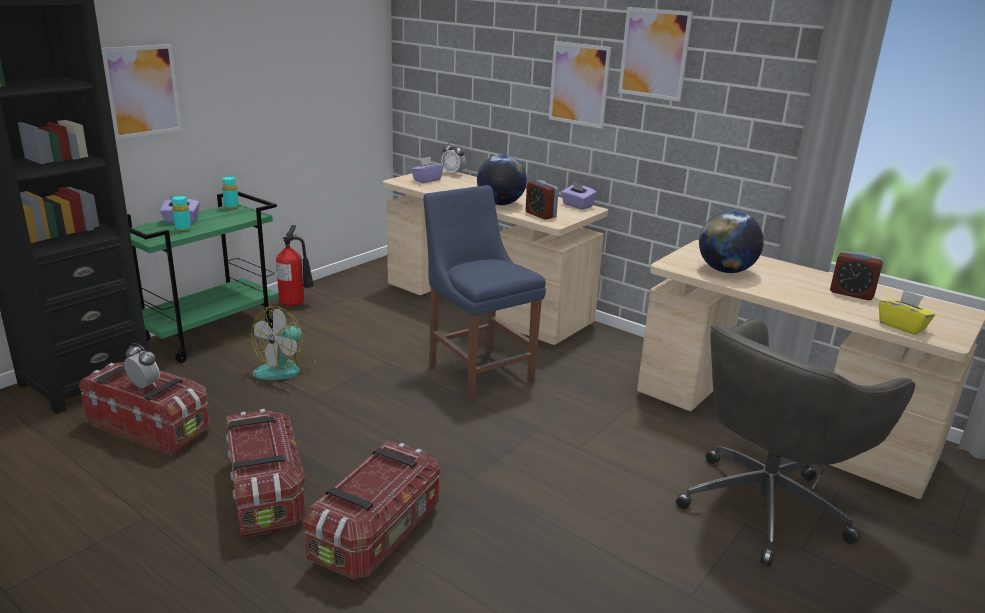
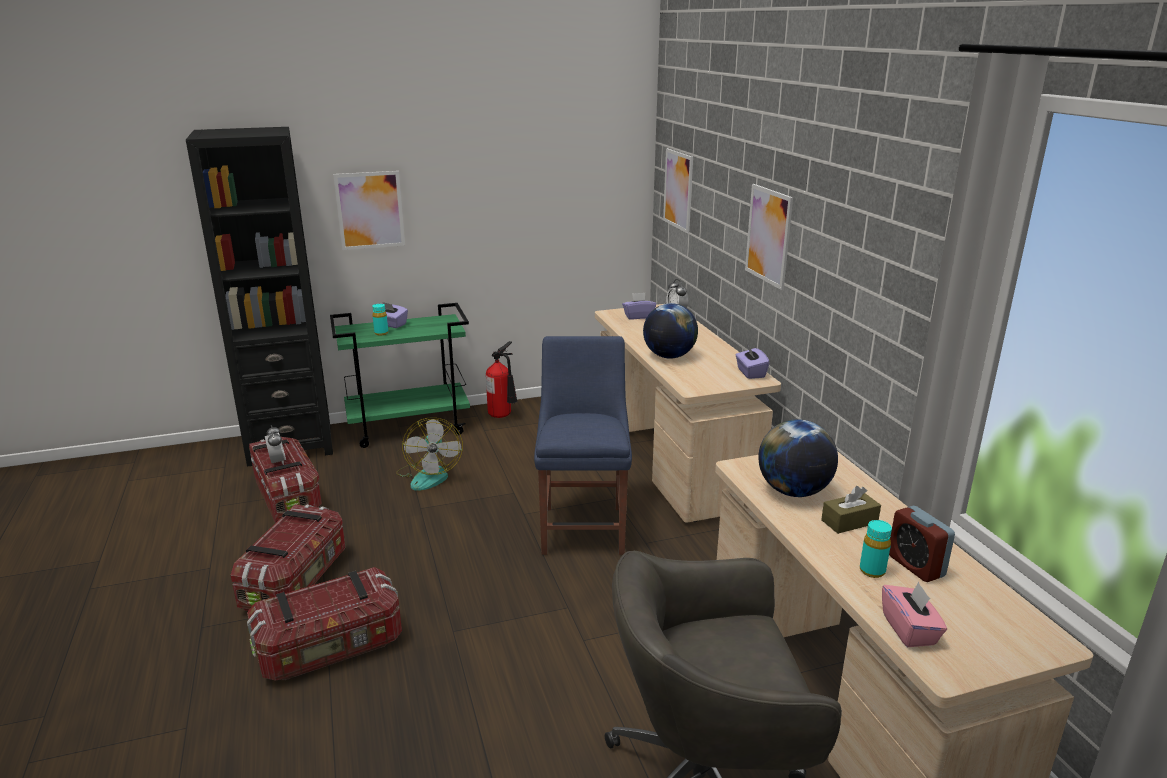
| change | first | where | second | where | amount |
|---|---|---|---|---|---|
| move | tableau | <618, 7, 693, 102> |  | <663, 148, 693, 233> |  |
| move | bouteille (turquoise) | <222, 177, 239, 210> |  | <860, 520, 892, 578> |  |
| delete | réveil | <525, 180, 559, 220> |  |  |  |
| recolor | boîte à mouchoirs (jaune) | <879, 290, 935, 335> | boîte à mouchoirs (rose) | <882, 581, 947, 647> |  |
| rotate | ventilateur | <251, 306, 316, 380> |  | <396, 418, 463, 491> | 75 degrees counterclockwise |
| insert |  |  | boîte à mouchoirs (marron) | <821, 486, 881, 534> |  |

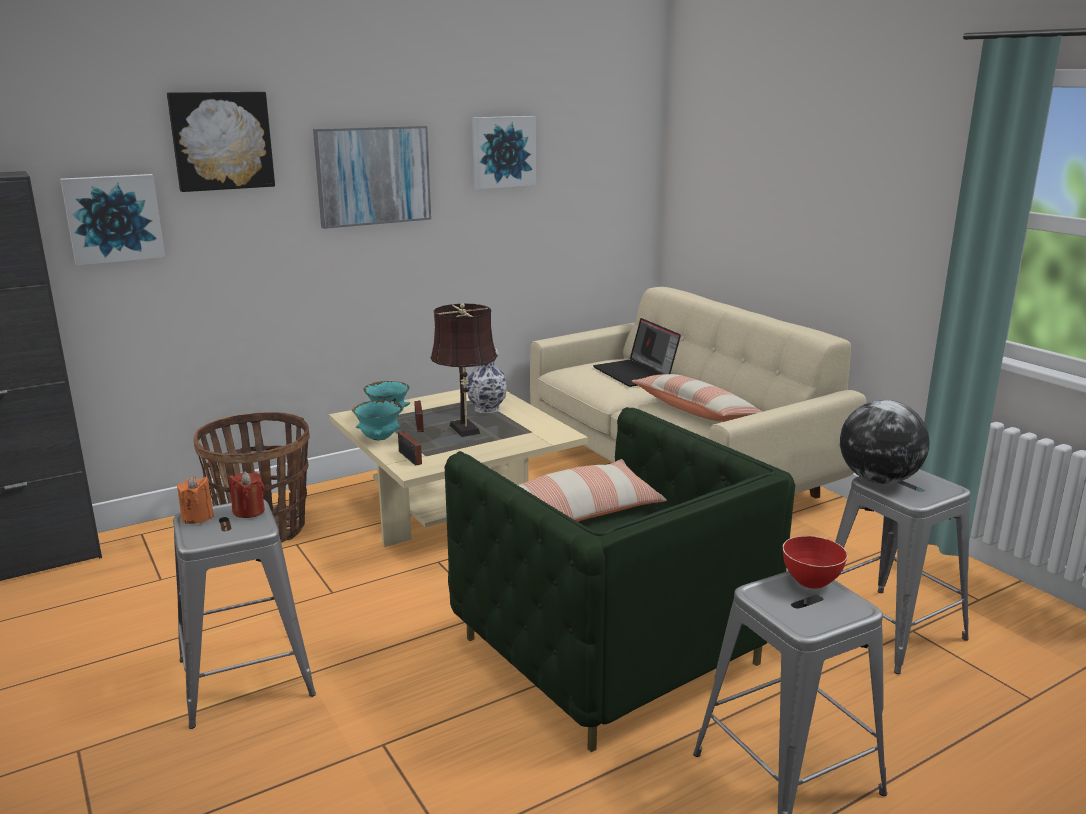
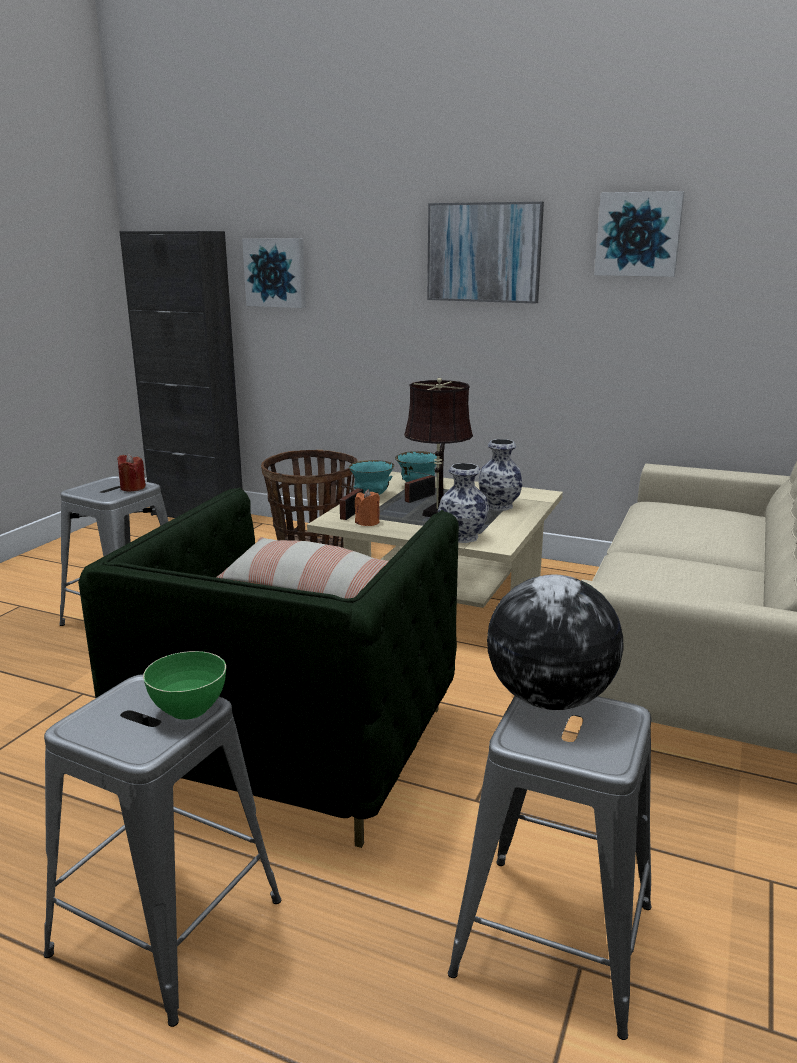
| change | first | where | second | where | amount |
|---|---|---|---|---|---|
| delete | tableau | <167, 92, 275, 192> |  |  |  |
| delete | ordinateur portable | <593, 318, 681, 387> |  |  |  |
| delete | coussin | <631, 374, 763, 422> |  |  |  |
| move | bougie (orange) | <177, 476, 214, 524> |  | <355, 489, 380, 526> |  |
| recolor | bol (rouge) | <783, 536, 848, 589> | bol (vert) | <143, 651, 226, 720> |  |
| insert |  |  | vase | <438, 463, 489, 543> |  |

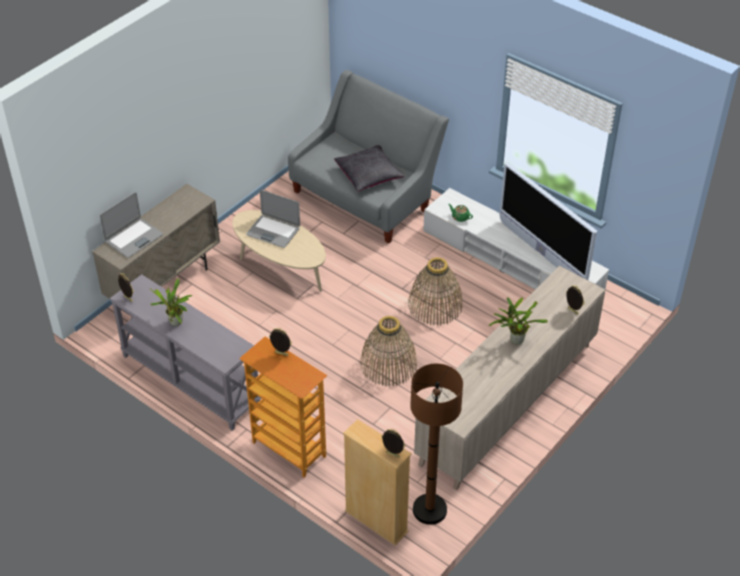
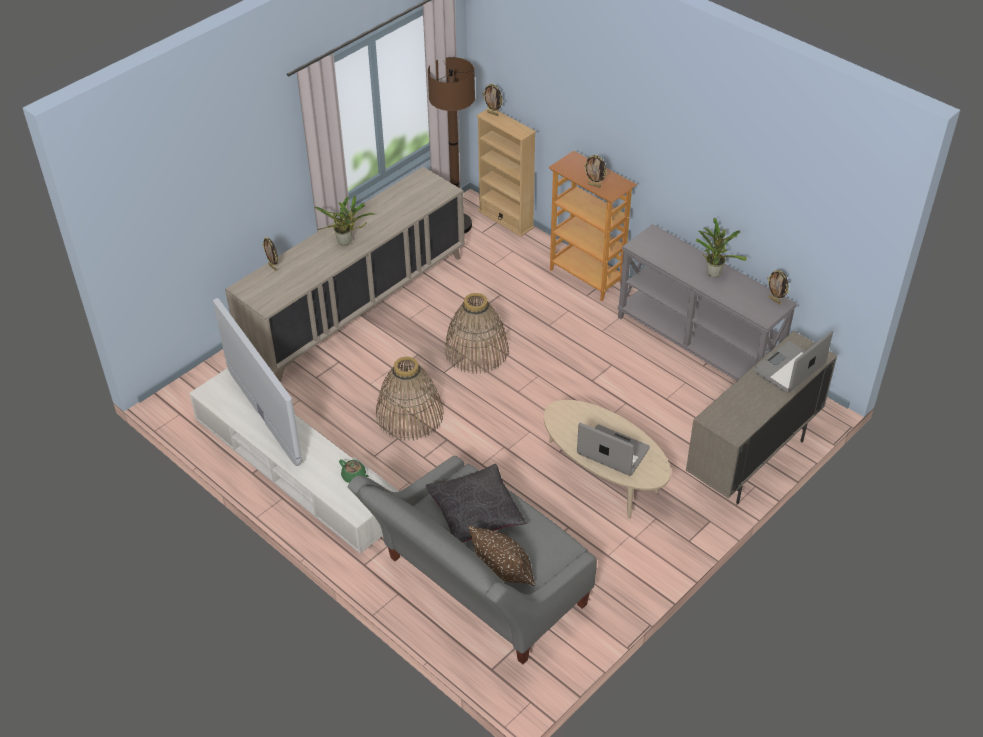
| change | first | where | second | where | amount |
|---|---|---|---|---|---|
| insert |  |  | coussin (marron) | <469, 525, 536, 586> |  |

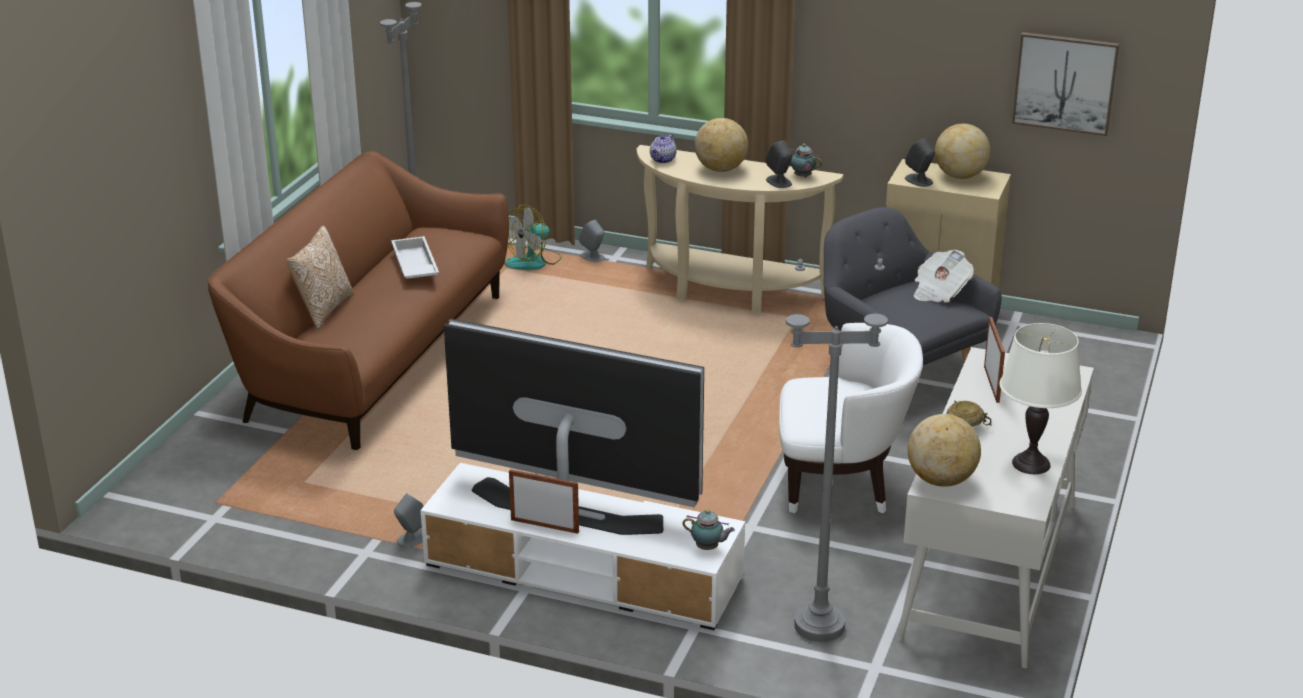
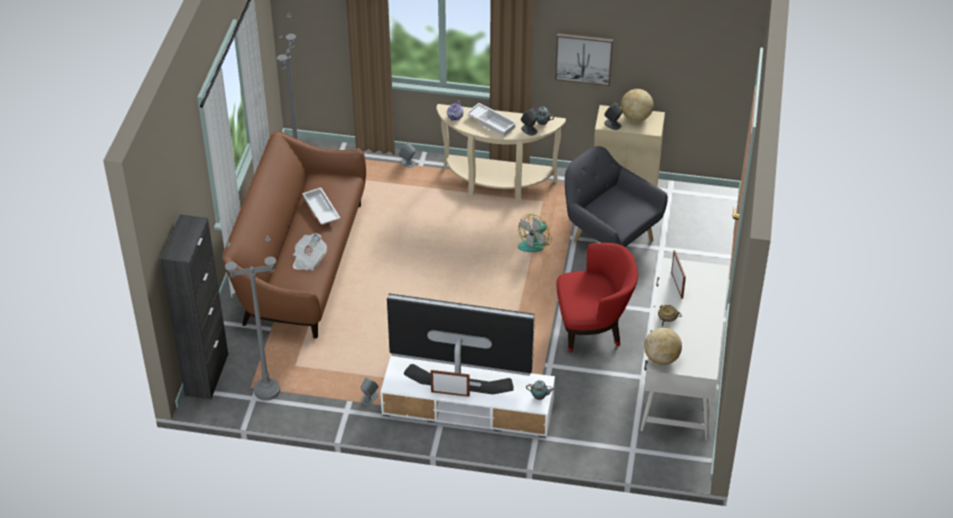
| change | first | where | second | where | amount |
|---|---|---|---|---|---|
| move | tableau | <1012, 32, 1119, 136> |  | <555, 33, 613, 86> |  |
| replace | globe | <695, 118, 748, 172> | plateau (blanc) | <466, 103, 517, 136> |  |
| move | ventilateur | <504, 204, 562, 270> |  | <518, 214, 552, 252> |  |
| delete | coussin | <287, 225, 353, 329> |  |  |  |
| move | journal | <914, 250, 974, 303> |  | <293, 233, 327, 271> |  |
| move | lampadaire (gris) | <786, 258, 888, 642> |  | <225, 236, 280, 401> |  |
| recolor | fauteuil (blanc) | <779, 323, 923, 513> | fauteuil (rouge) | <556, 243, 638, 353> |  |
| delete | lampe de table (blanc) | <999, 323, 1082, 474> |  |  |  |
| insert |  |  | meuble de rangement (noir) | <160, 215, 228, 399> |  |

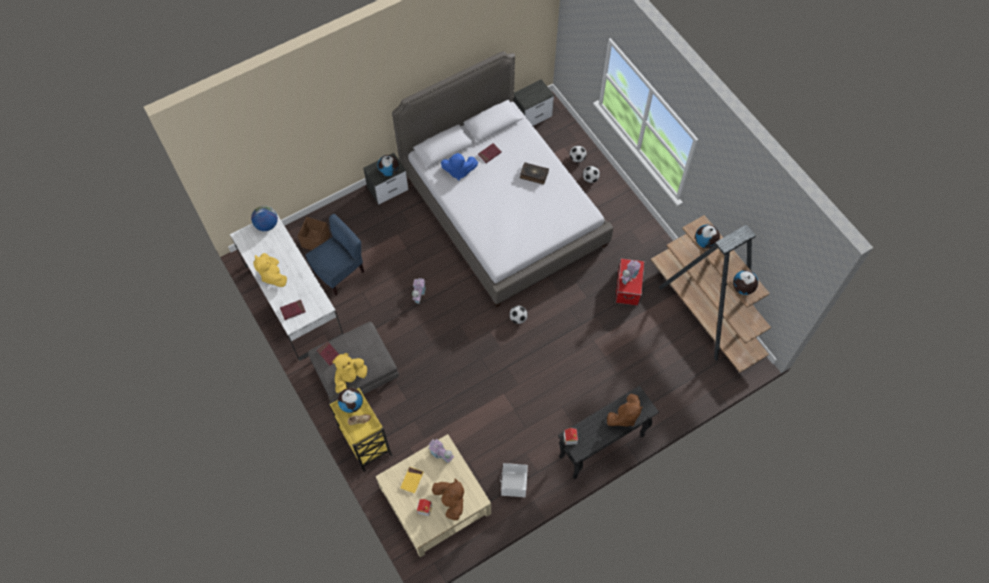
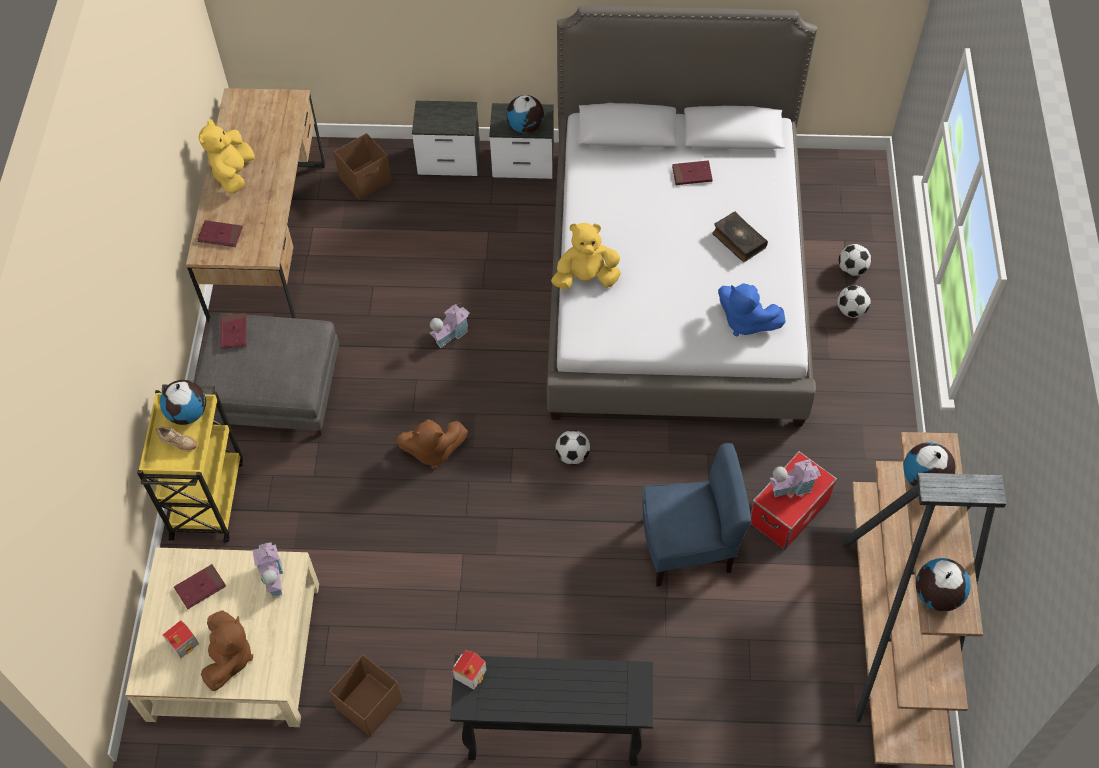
| change | first | where | second | where | amount |
|---|---|---|---|---|---|
| move | table de chevet | <514, 79, 554, 126> |  | <412, 101, 480, 176> |  |
| move | peluche (bleu) | <441, 153, 478, 181> |  | <718, 283, 786, 337> |  |
| delete | globe | <251, 206, 278, 231> |  |  |  |
| recolor | bureau (blanc) | <230, 213, 343, 361> | bureau (marron) | <186, 88, 325, 323> |  |
| move | chaise (bleu) | <305, 214, 364, 296> |  | <642, 443, 751, 587> |  |
| move | peluche (jaune) | <332, 353, 367, 393> |  | <551, 223, 621, 289> |  |
| move | peluche (marron) | <607, 394, 643, 427> |  | <397, 420, 468, 469> |  |
| recolor | boîte de rangement (blanc) | <500, 463, 528, 497> | boîte de rangement (marron) | <329, 654, 403, 737> |  |
| recolor | livre (jaune) | <400, 467, 424, 493> | livre (rouge) | <174, 564, 226, 609> |  |

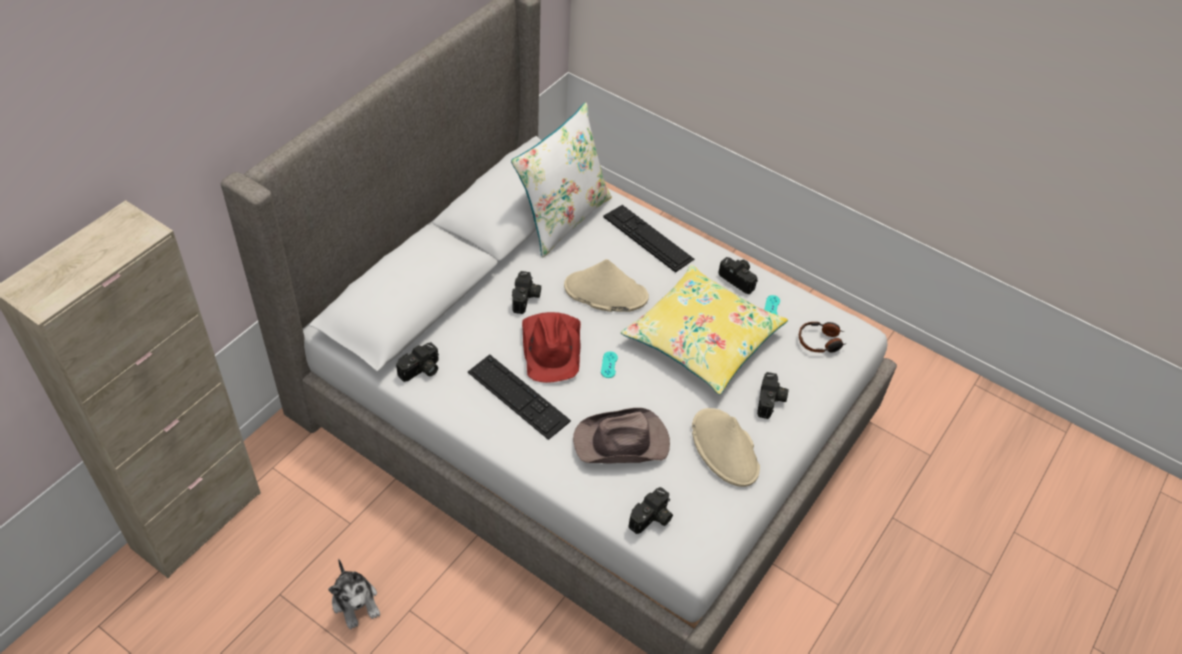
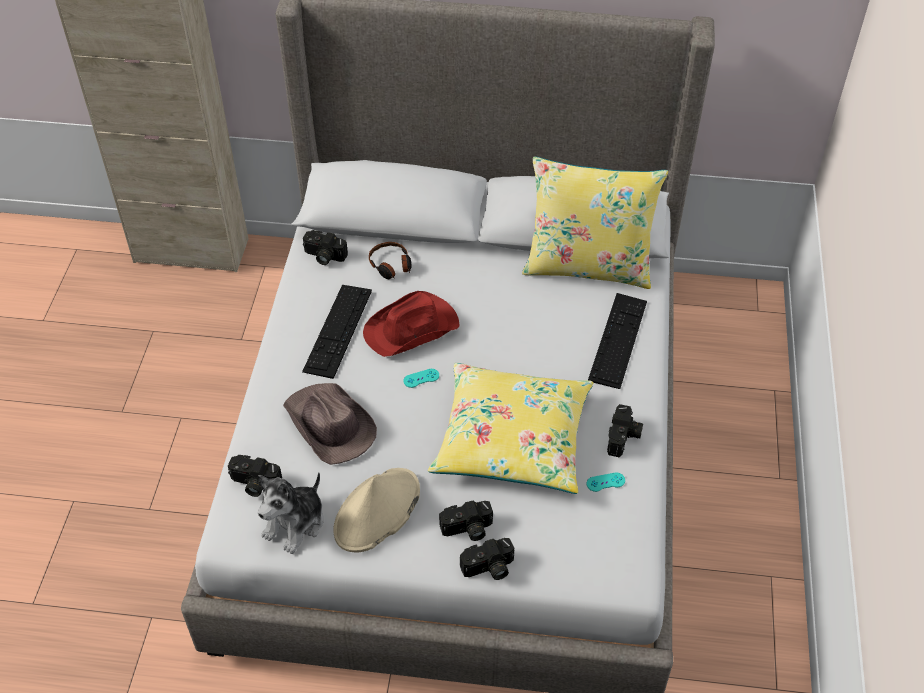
| change | first | where | second | where | amount |
|---|---|---|---|---|---|
| recolor | coussin (blanc) | <511, 102, 612, 257> | coussin (jaune) | <522, 156, 668, 289> |  |
| delete | chapeau (beige) | <564, 259, 649, 312> |  |  |  |
| move | appareil photo | <512, 271, 541, 314> |  | <460, 538, 514, 580> |  |
| move | casque audio | <799, 322, 847, 353> |  | <369, 242, 412, 279> |  |
| move | peluche | <328, 559, 380, 630> |  | <258, 473, 323, 554> |  |

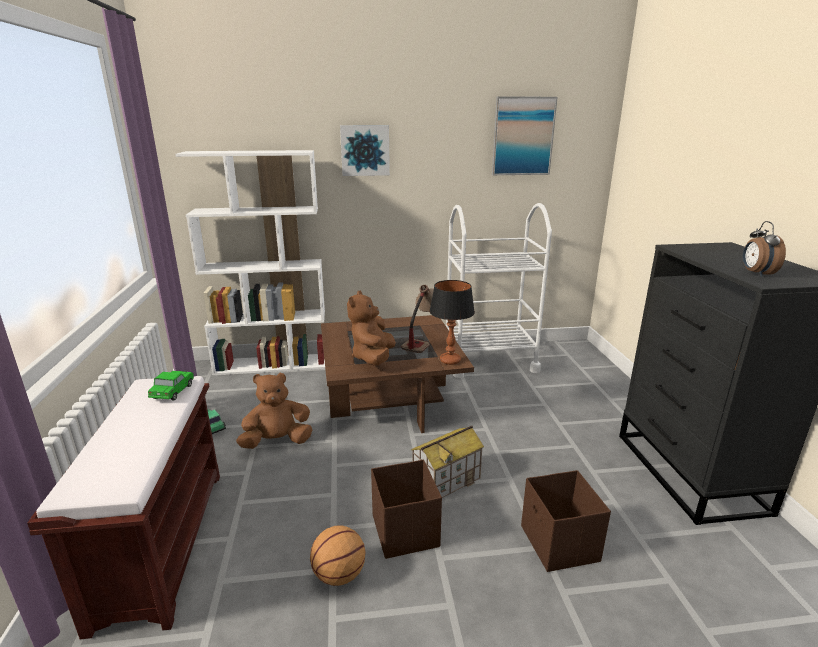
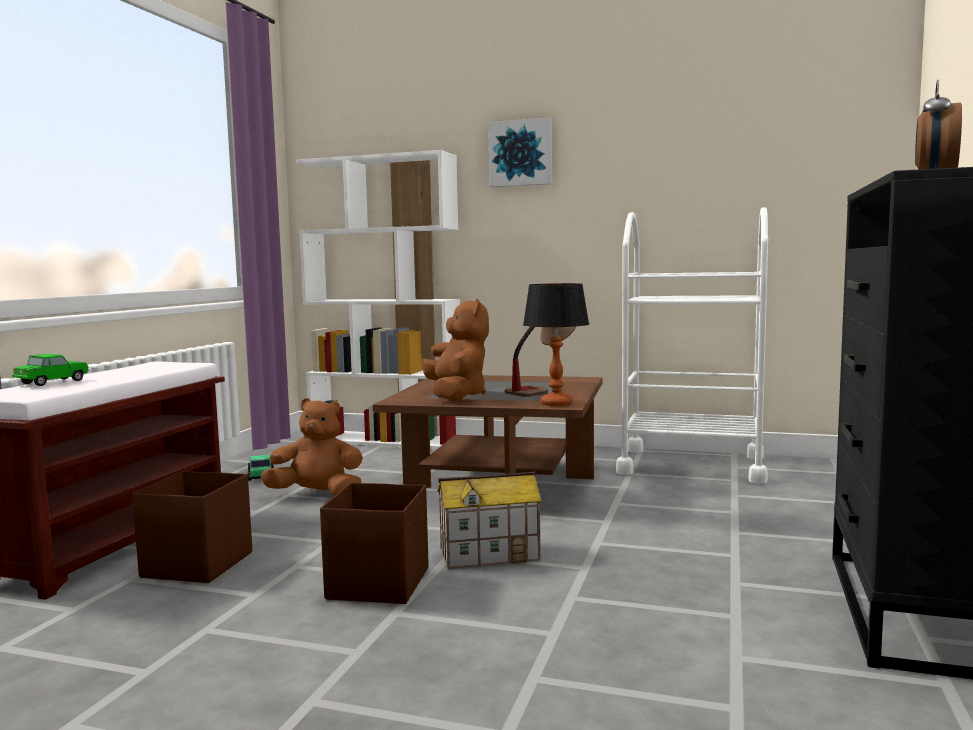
| change | first | where | second | where | amount |
|---|---|---|---|---|---|
| delete | tableau | <492, 96, 557, 175> |  |  |  |
| rotate | peluche (marron) | <347, 291, 396, 365> |  | <422, 298, 489, 401> | 135 degrees clockwise |
| move | petite voiture | <148, 371, 194, 400> |  | <12, 354, 89, 386> |  |
| move | boîte de rangement (marron) | <521, 470, 611, 572> |  | <132, 471, 252, 583> |  |
| delete | ballon de basket | <310, 525, 366, 586> |  |  |  |

